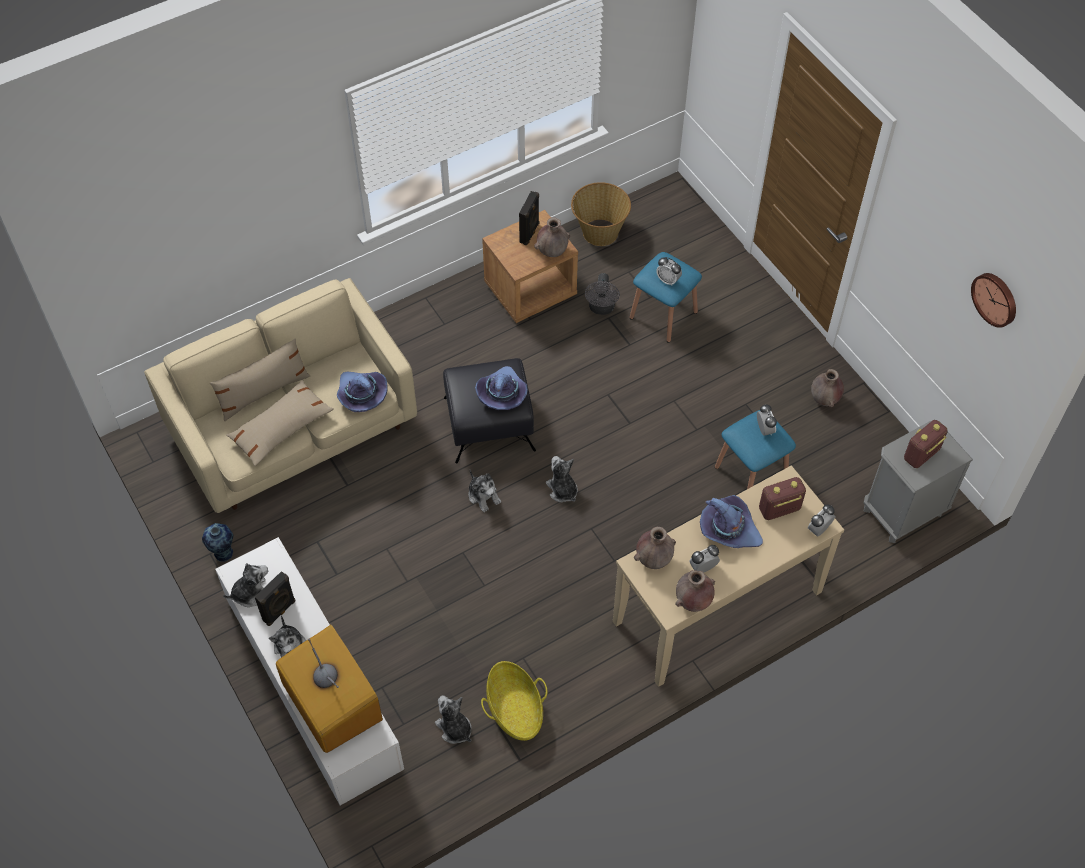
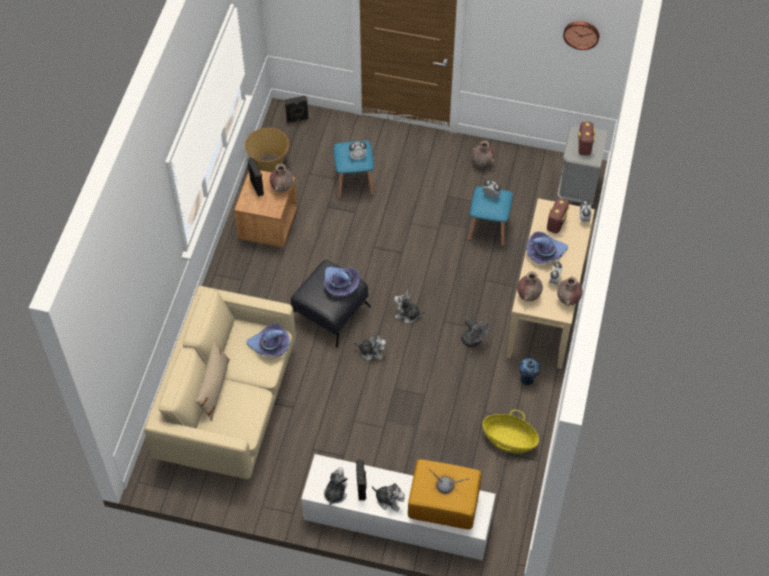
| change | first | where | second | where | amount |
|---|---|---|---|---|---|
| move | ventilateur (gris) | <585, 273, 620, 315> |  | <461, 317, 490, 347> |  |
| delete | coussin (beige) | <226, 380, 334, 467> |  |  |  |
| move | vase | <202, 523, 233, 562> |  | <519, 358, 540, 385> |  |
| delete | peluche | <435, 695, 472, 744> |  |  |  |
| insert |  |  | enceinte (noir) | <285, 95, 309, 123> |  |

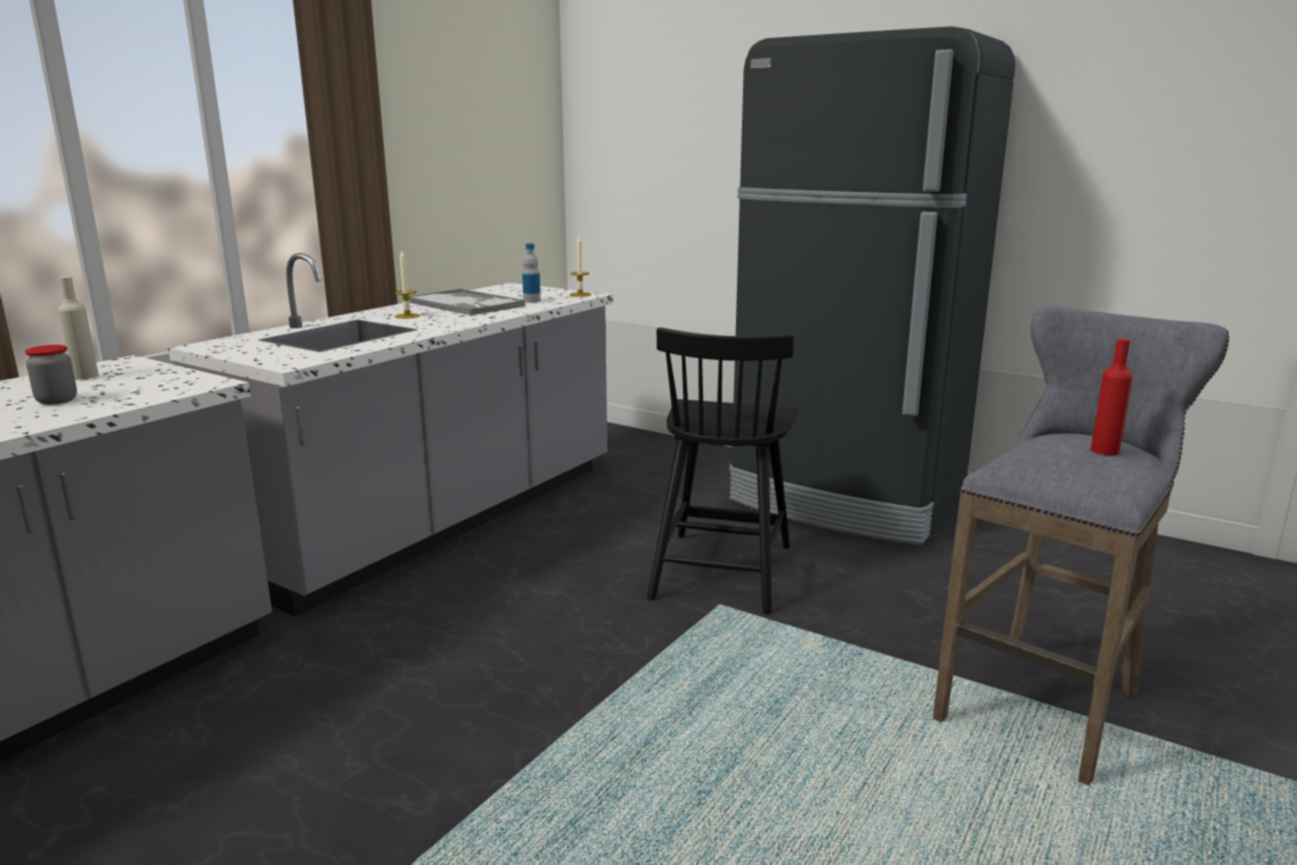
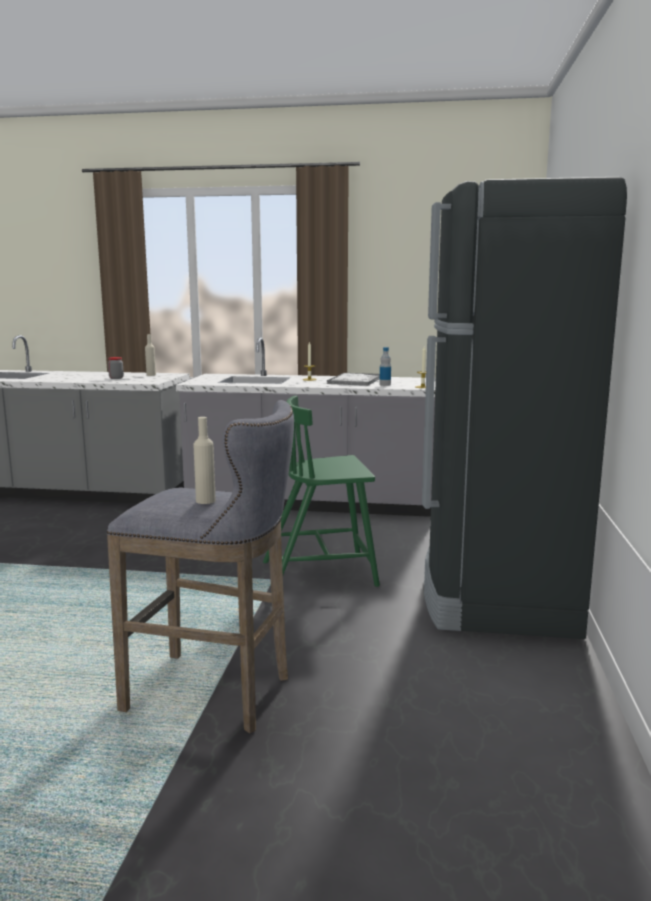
| change | first | where | second | where | amount |
|---|---|---|---|---|---|
| recolor | chaise (noir) | <647, 327, 799, 614> | chaise (vert) | <263, 396, 380, 587> |  |
| recolor | bouteille (rouge) | <1091, 338, 1133, 455> | bouteille (beige) | <193, 417, 216, 504> |  |

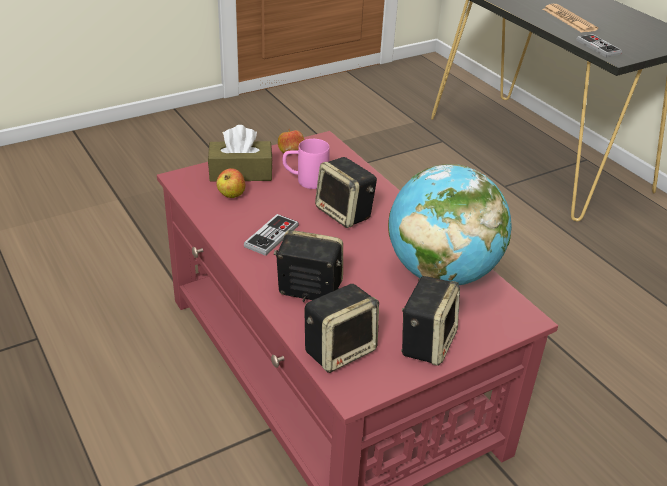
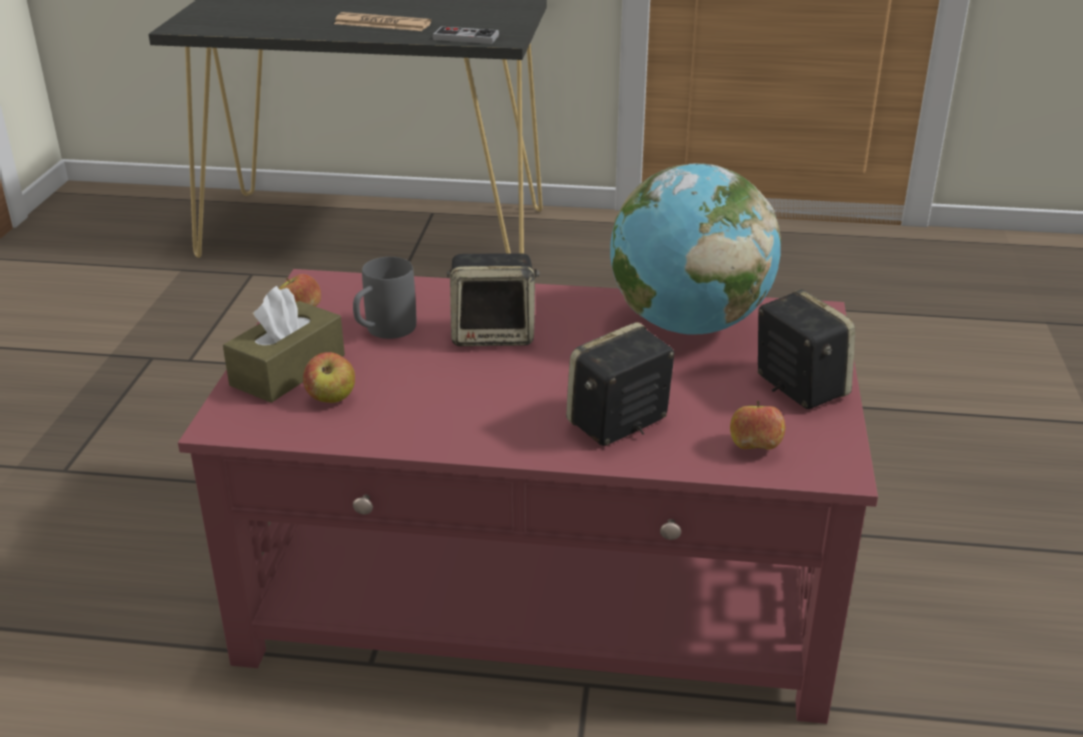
| change | first | where | second | where | amount |
|---|---|---|---|---|---|
| recolor | mug (rose) | <283, 139, 330, 189> | mug (gris) | <353, 257, 416, 339> |  |
| delete | manette | <244, 214, 299, 256> |  |  |  |
| replace | enceinte | <305, 284, 379, 373> | pomme | <730, 401, 785, 450> |  |

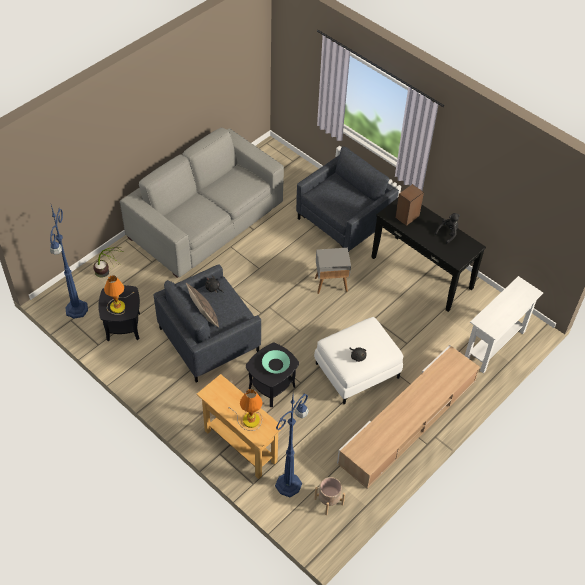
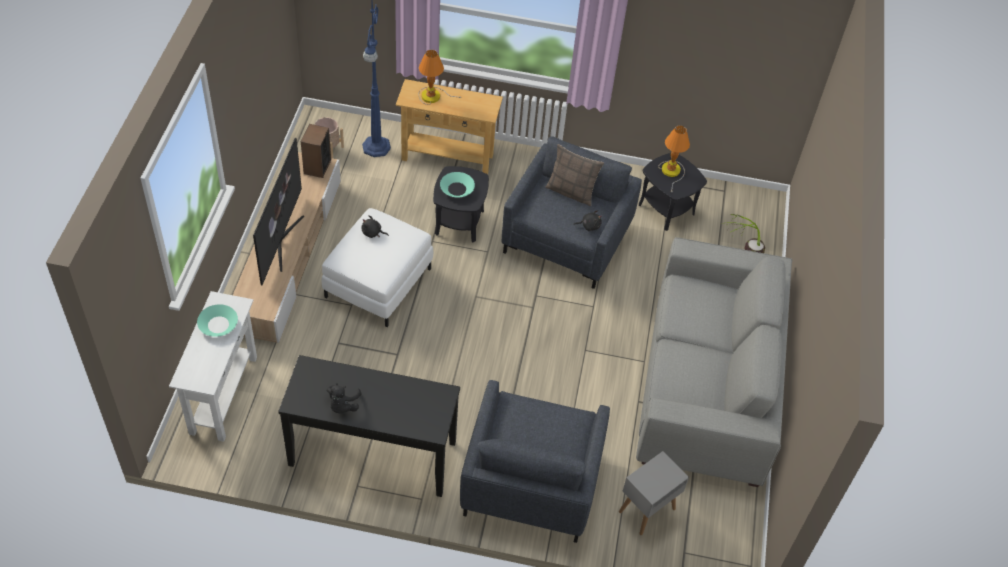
| change | first | where | second | where | amount |
|---|---|---|---|---|---|
| move | enceinte | <395, 184, 424, 226> |  | <301, 124, 331, 178> |  |
| delete | lampadaire (bleu) | <50, 205, 88, 319> |  |  |  |
| move | table d'appoint (gris) | <315, 248, 351, 294> |  | <619, 451, 689, 535> |  |
| insert |  |  | téléviseur | <253, 138, 304, 286> |  |
| insert |  |  | bol (turquoise) | <197, 304, 238, 337> |  |

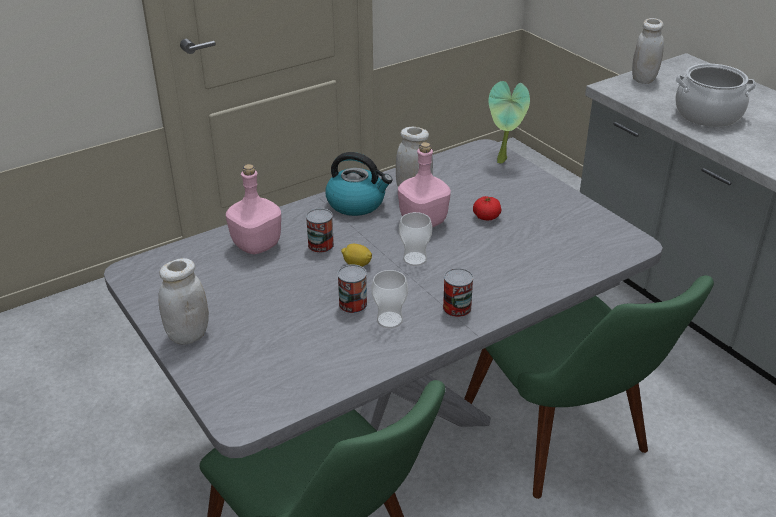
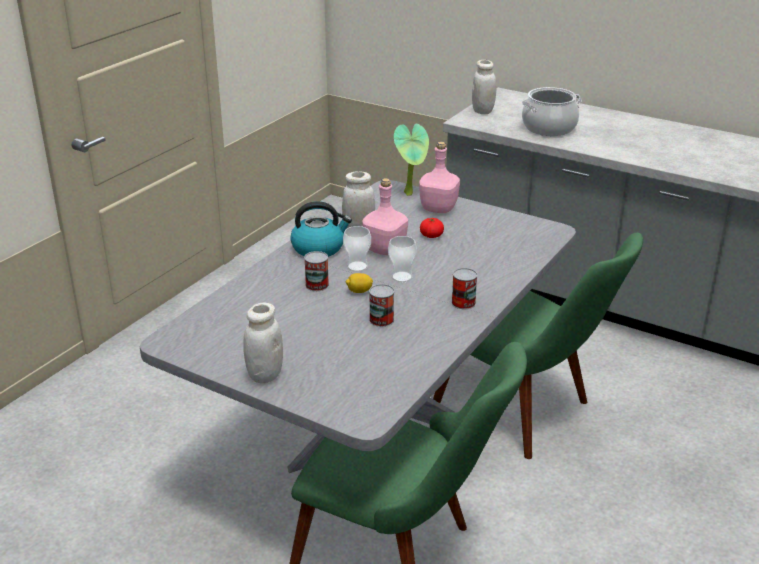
| change | first | where | second | where | amount |
|---|---|---|---|---|---|
| move | bouteille (rose) | <226, 164, 281, 254> |  | <419, 142, 460, 213> |  |
| move | tasse | <371, 270, 408, 328> |  | <343, 226, 371, 272> |  |

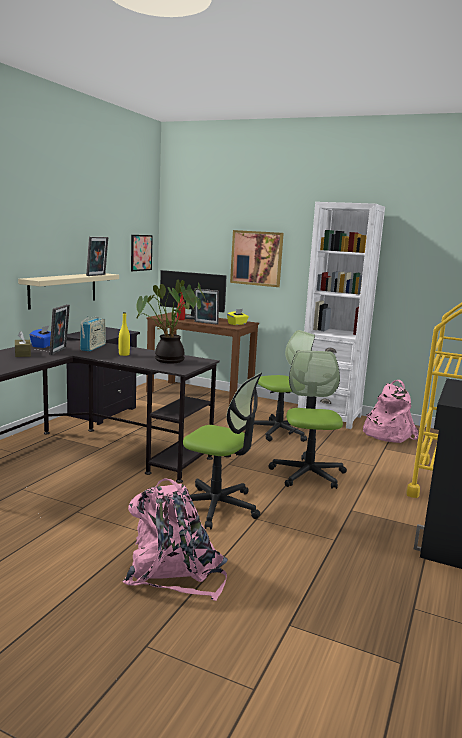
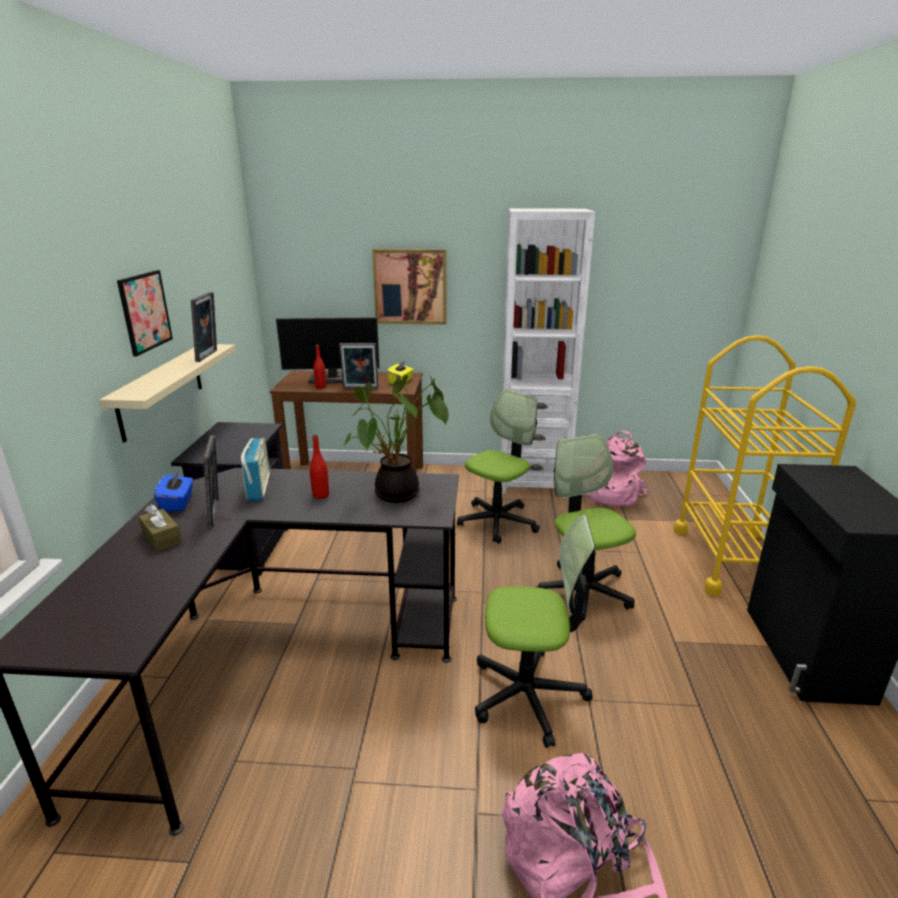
| change | first | where | second | where | amount |
|---|---|---|---|---|---|
| move | tableau | <131, 235, 153, 271> |  | <117, 270, 173, 357> |  |
| recolor | bouteille (jaune) | <119, 312, 130, 356> | bouteille (rouge) | <310, 434, 329, 499> |  |

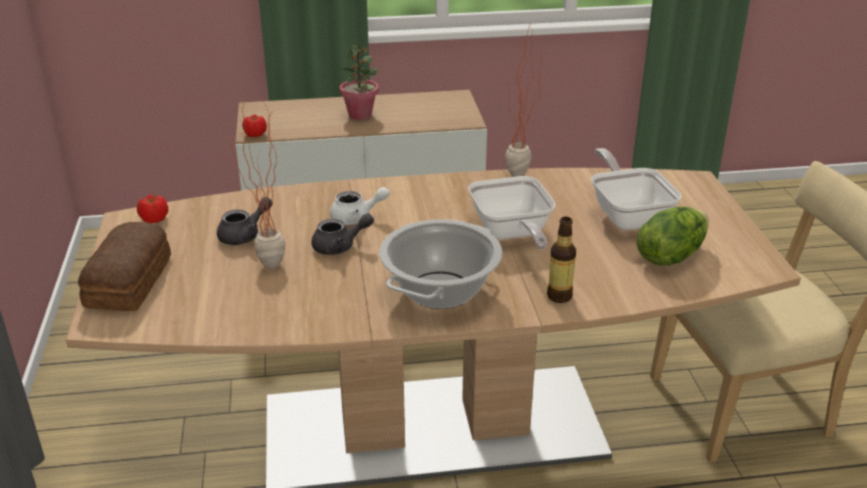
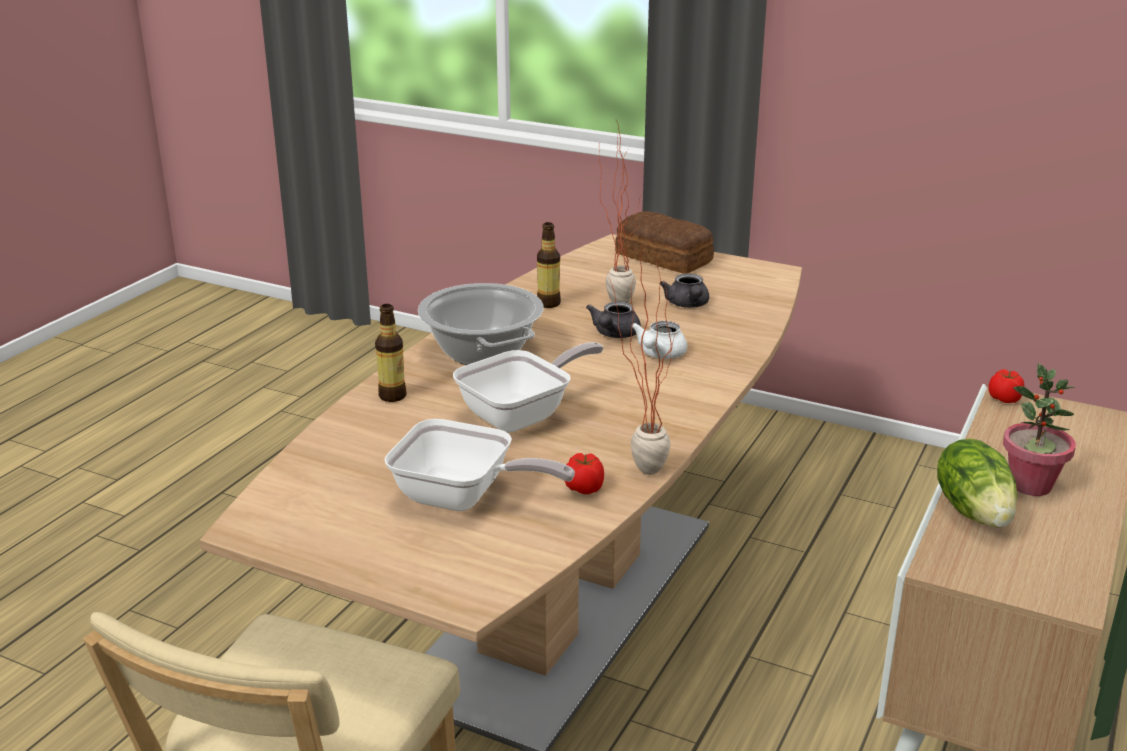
| change | first | where | second | where | amount |
|---|---|---|---|---|---|
| rotate | poêle | <468, 176, 555, 250> |  | <453, 342, 604, 433> | 120 degrees clockwise |
| move | tomate | <137, 194, 168, 223> |  | <565, 453, 604, 494> |  |
| move | laitue | <637, 206, 709, 266> |  | <937, 439, 1017, 528> |  |
| insert |  |  | bouteille | <537, 222, 561, 308> |  |

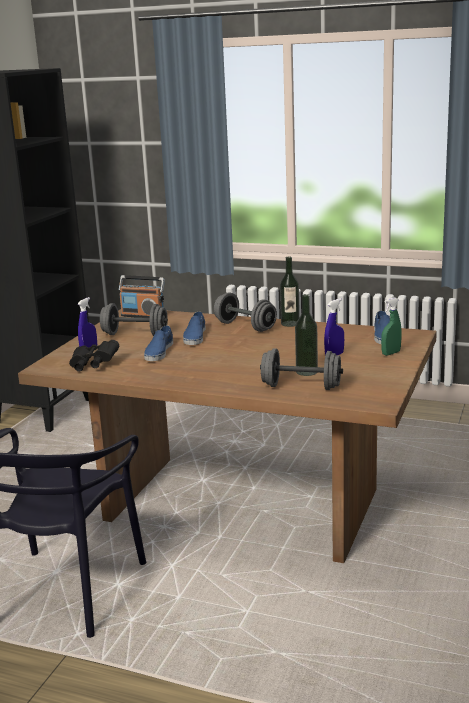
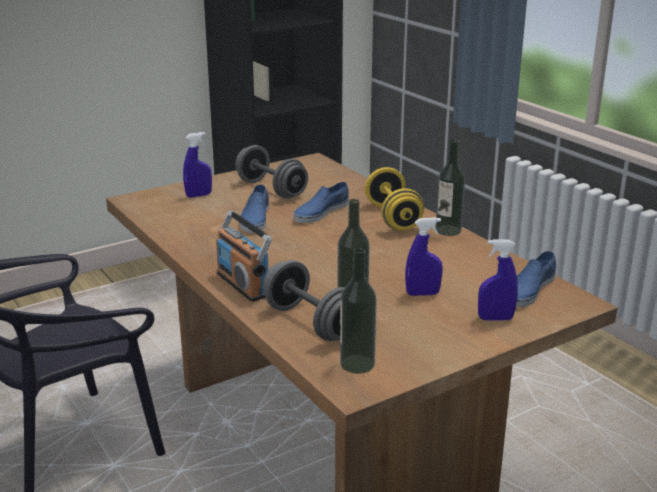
| change | first | where | second | where | amount |
|---|---|---|---|---|---|
| move | radio | <119, 275, 165, 318> |  | <216, 210, 272, 302> |  |
| recolor | haltère (gris) | <214, 292, 277, 332> | haltère (jaune) | <365, 167, 424, 230> |  |
| recolor | vaporisateur (vert) | <381, 297, 402, 356> | vaporisateur (bleu) | <478, 239, 518, 321> |  |
| rotate | chaussure (bleu) | <144, 325, 173, 361> |  | <240, 185, 269, 233> | 45 degrees counterclockwise |
| delete | jumelles (noir) | <69, 340, 119, 372> |  |  |  |
| insert |  |  | bouteille | <340, 248, 377, 374> |  |

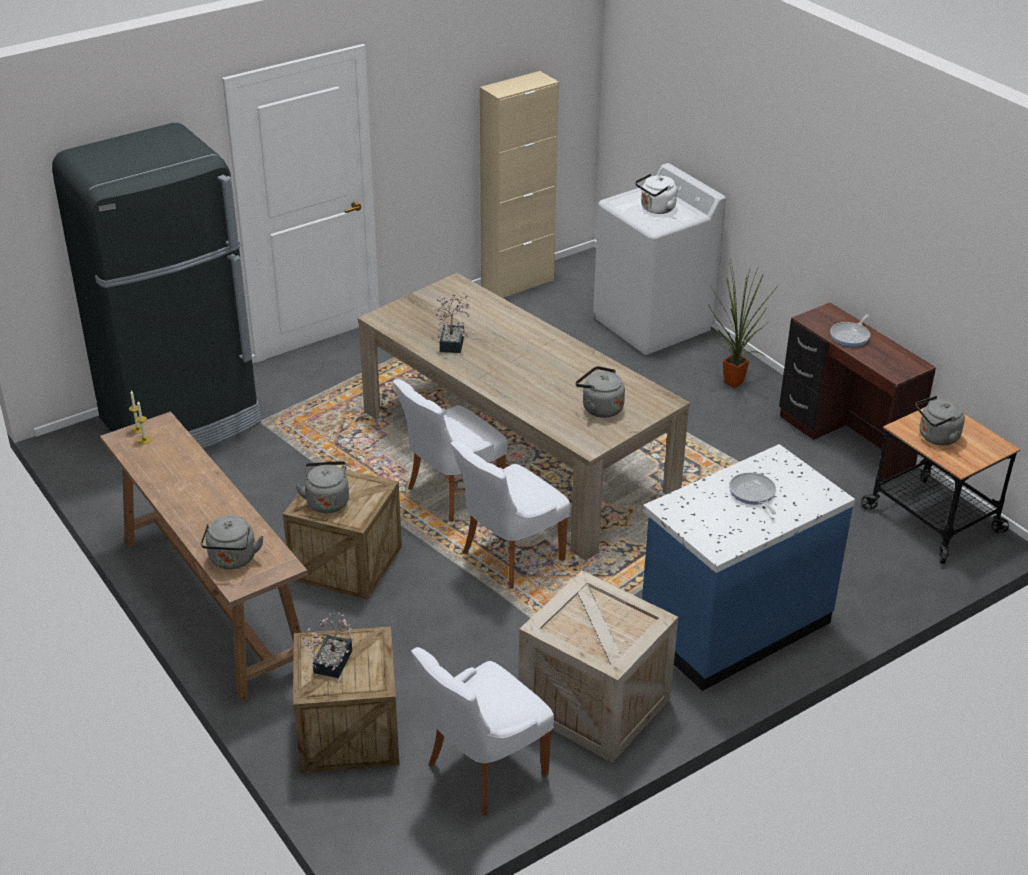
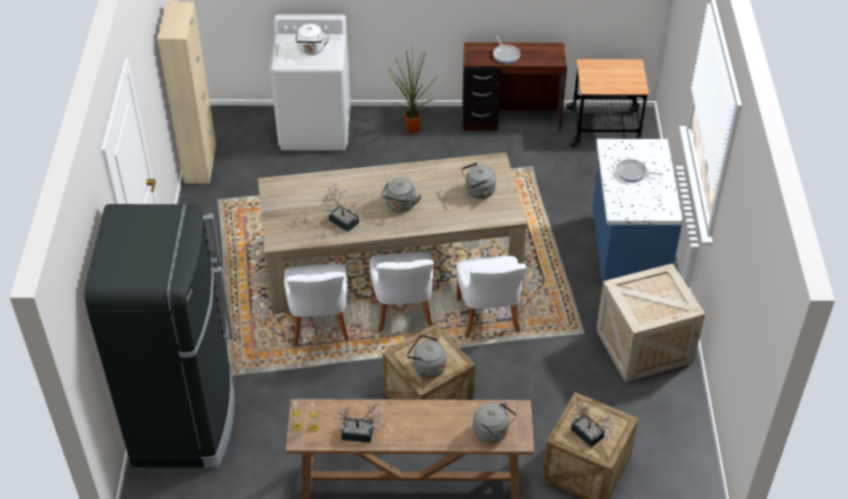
| change | first | where | second | where | amount |
|---|---|---|---|---|---|
| move | bouilloire (gris) | <916, 396, 965, 445> |  | <382, 178, 422, 212> |  |
| move | chaise (blanc) | <411, 647, 554, 815> |  | <284, 264, 349, 345> |  |
| insert |  |  | plante en pot | <334, 401, 385, 443> |  |

